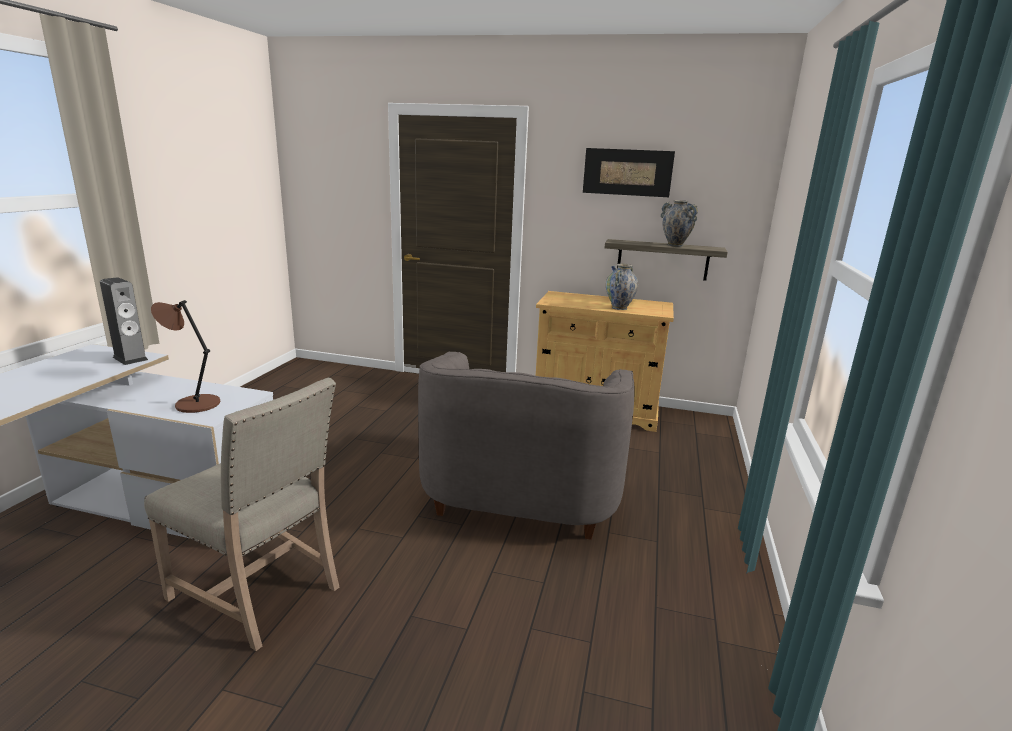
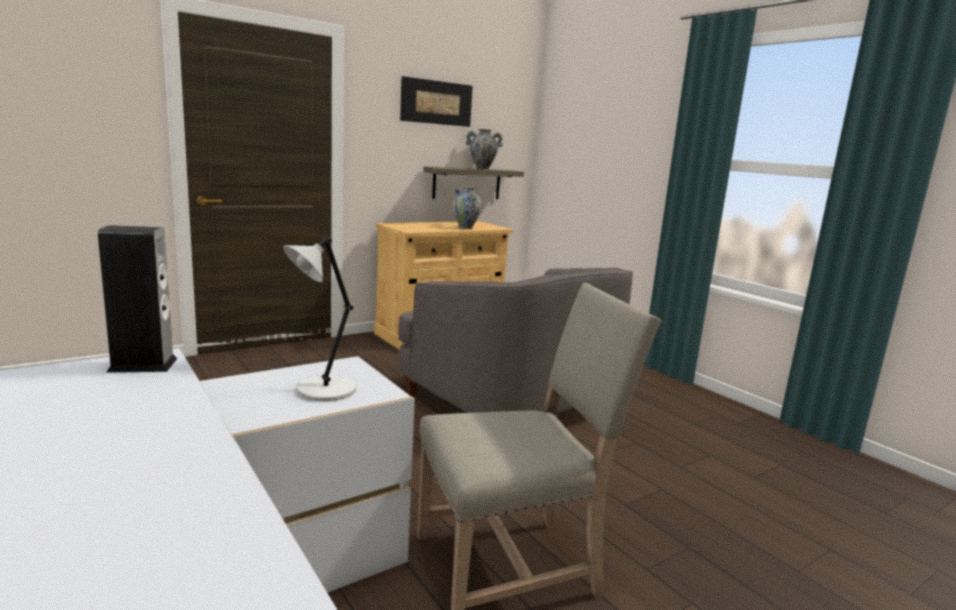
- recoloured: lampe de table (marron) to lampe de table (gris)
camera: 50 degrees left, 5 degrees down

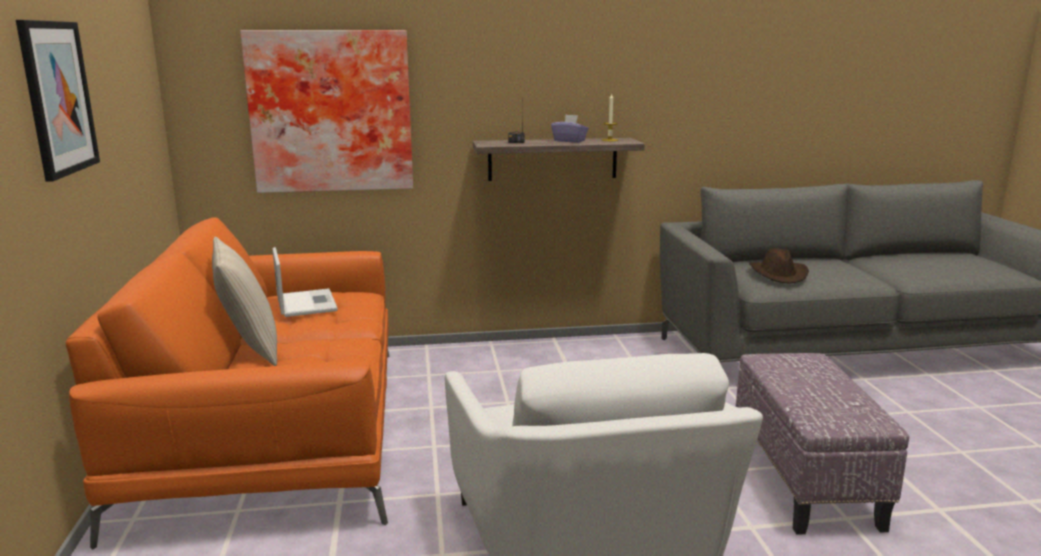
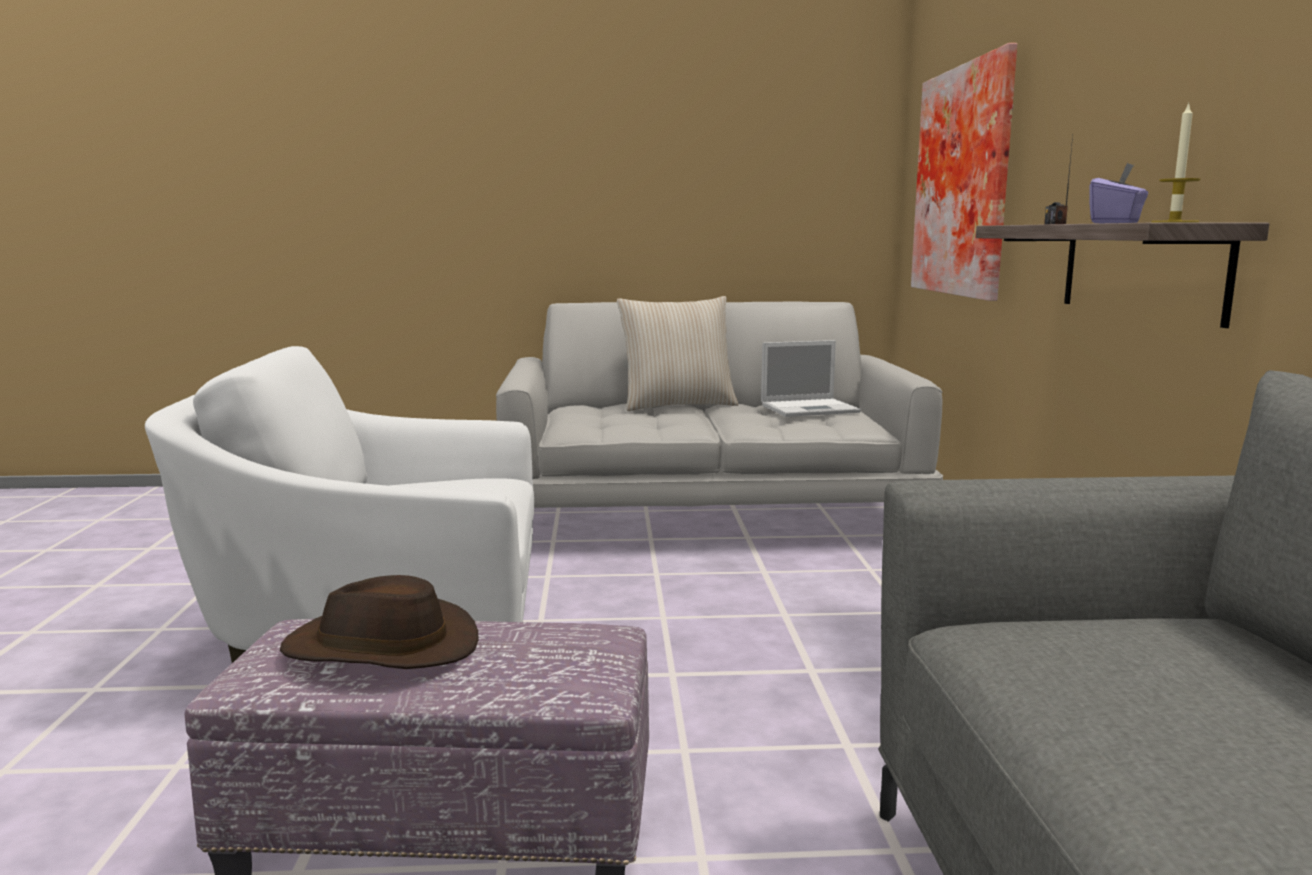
- moved: chapeau (marron)
- recoloured: canapé (orange) to canapé (gris) (1st from left)
- removed: tableau (1st from left)
camera: 95 degrees right, 5 degrees down

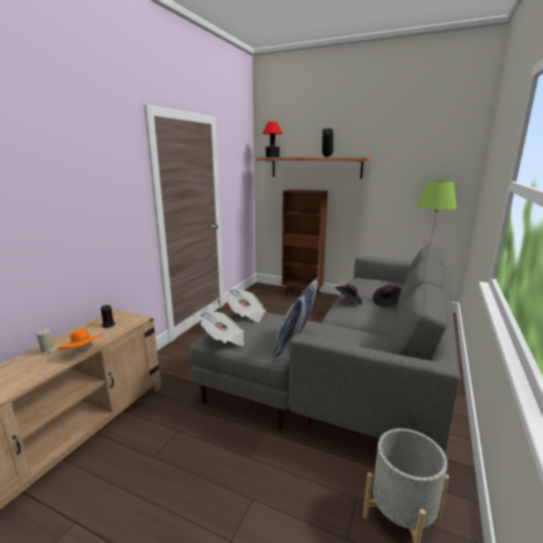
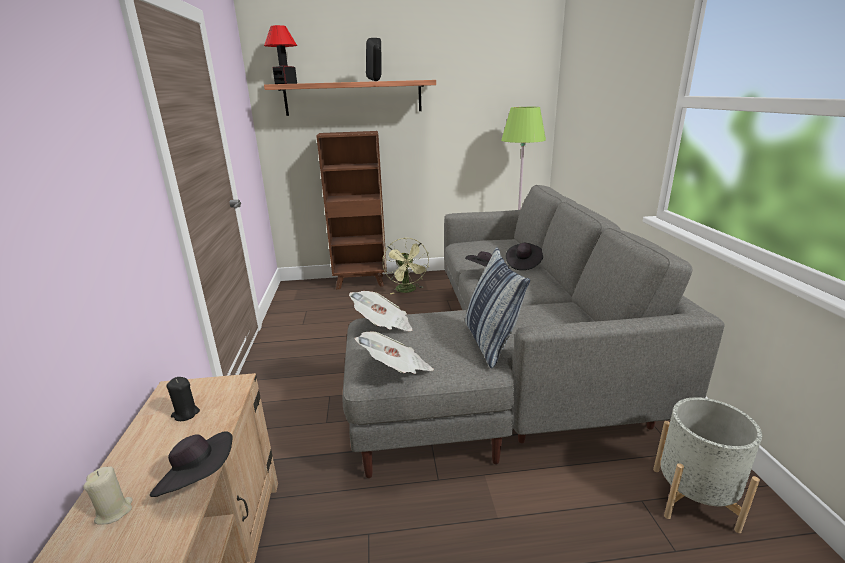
- recoloured: chapeau (orange) to chapeau (noir) (1st from left)
- added: ventilateur (vert)
camera: 30 degrees left, 5 degrees up

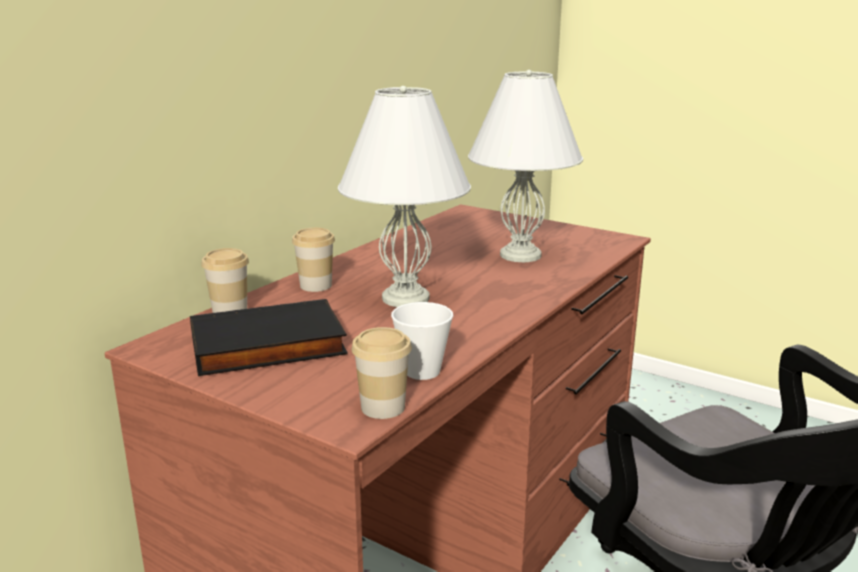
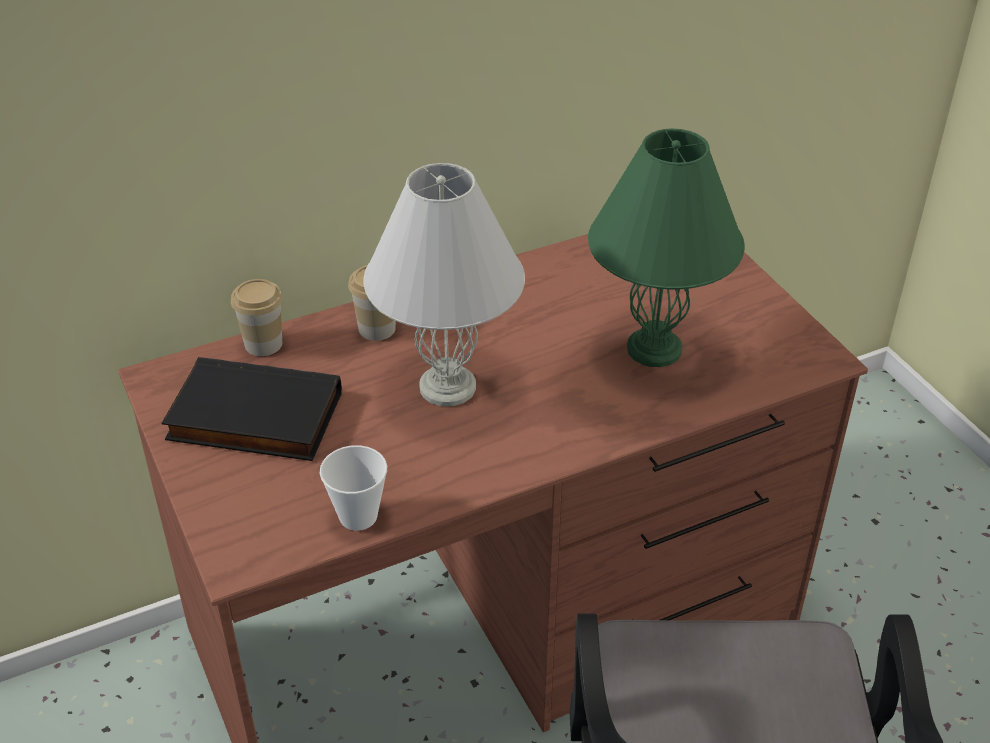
- recoloured: lampe de table (blanc) (2nd from left) to lampe de table (vert)
- removed: tasse (3rd from left)
camera: 30 degrees right, 20 degrees up

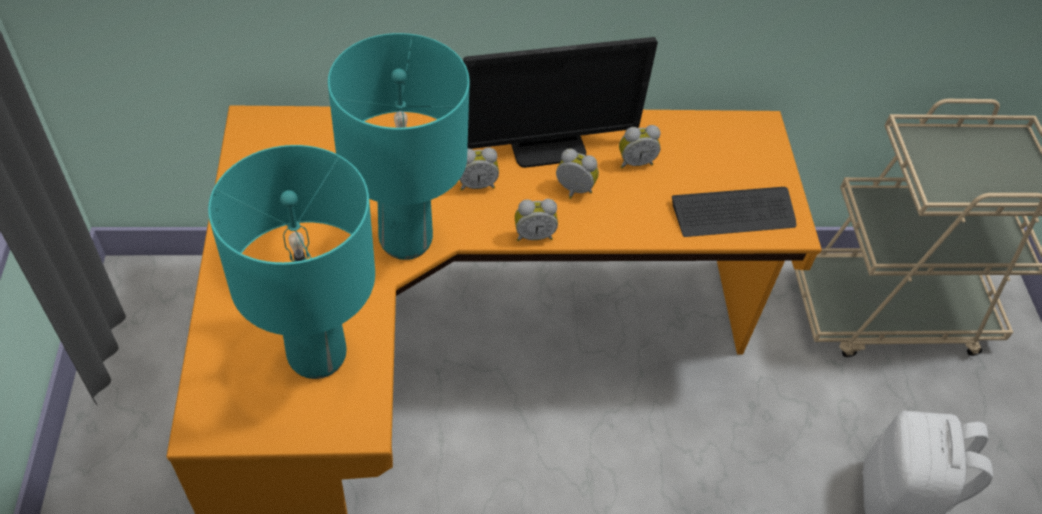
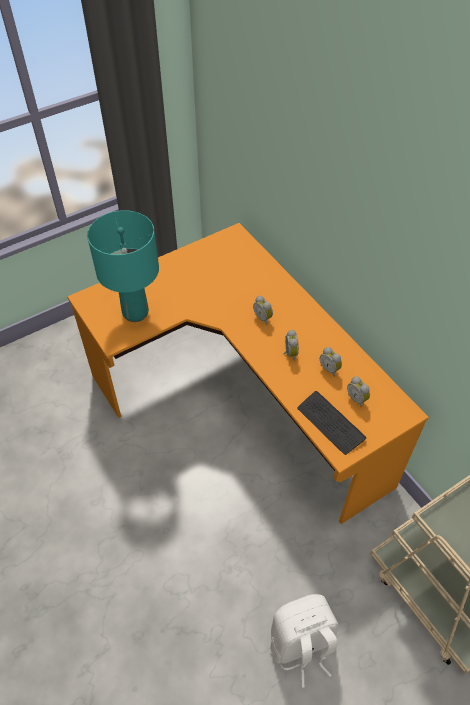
- moved: réveil (2nd from left in the first image) to réveil (4th from left)
- removed: lampe de table (turquoise) (2nd from left)
- removed: écran d'ordinateur
camera: 65 degrees right, 0 degrees up

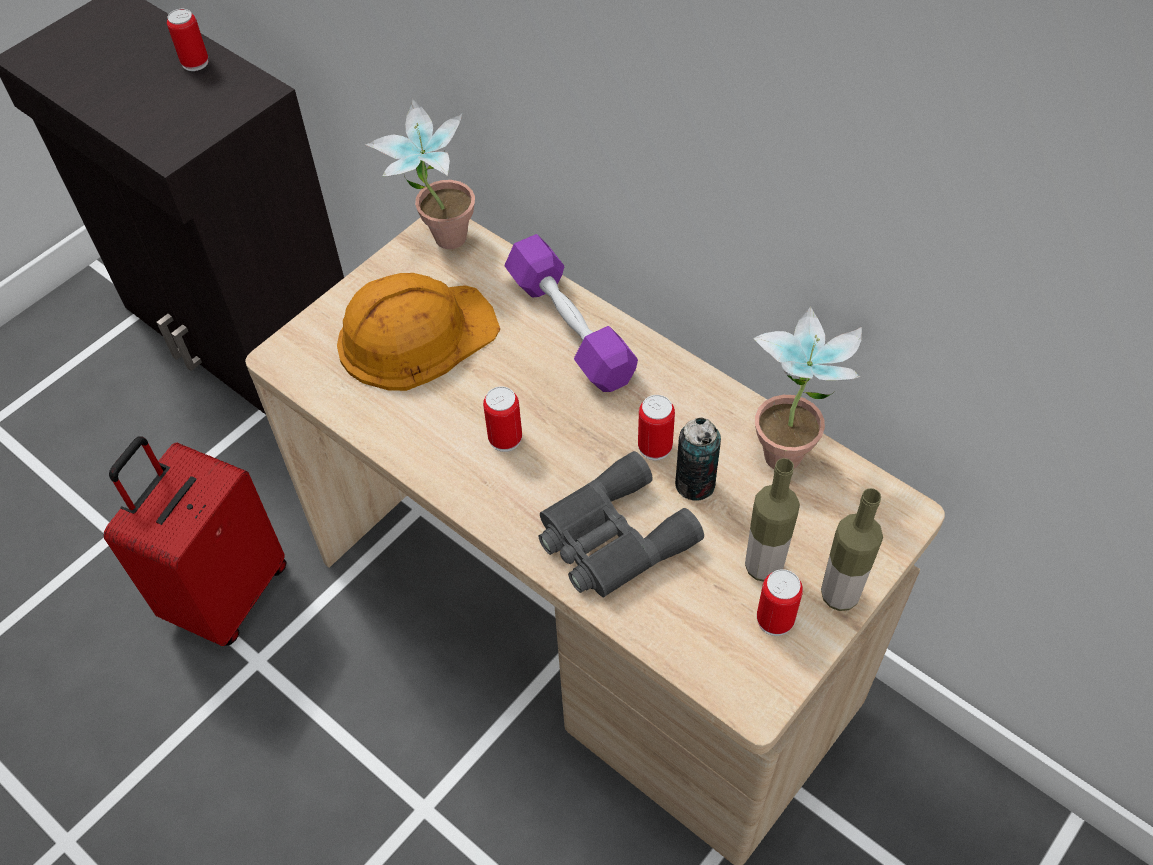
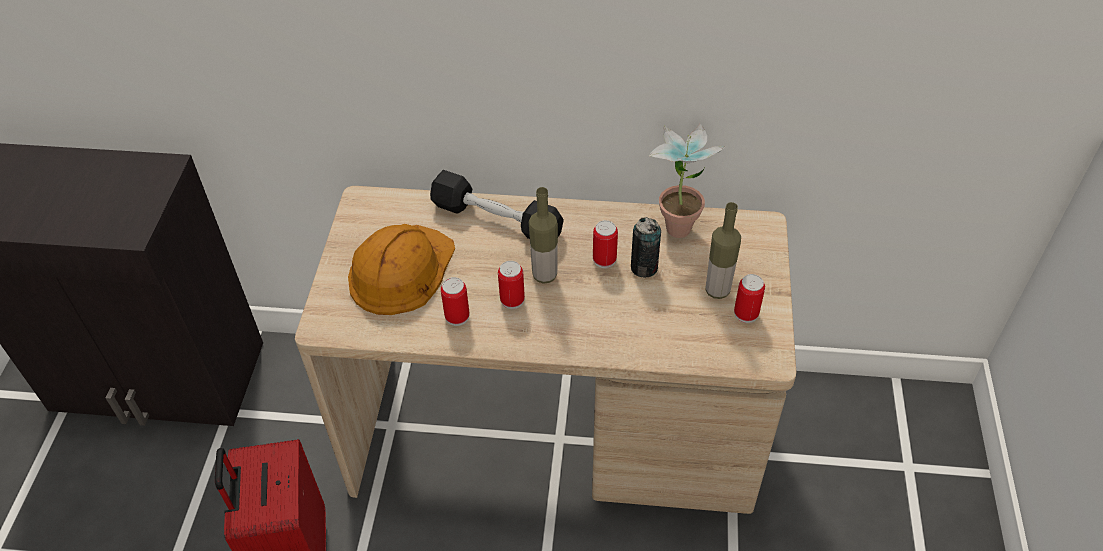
- recoloured: haltère (violet) to haltère (noir)
- moved: boîte métallique (1st from left)
- moved: bouteille (2nd from left in the first image) to bouteille (1st from left)
- removed: plante en pot (1st from left)
- removed: jumelles (gris)
camera: 35 degrees left, 5 degrees down

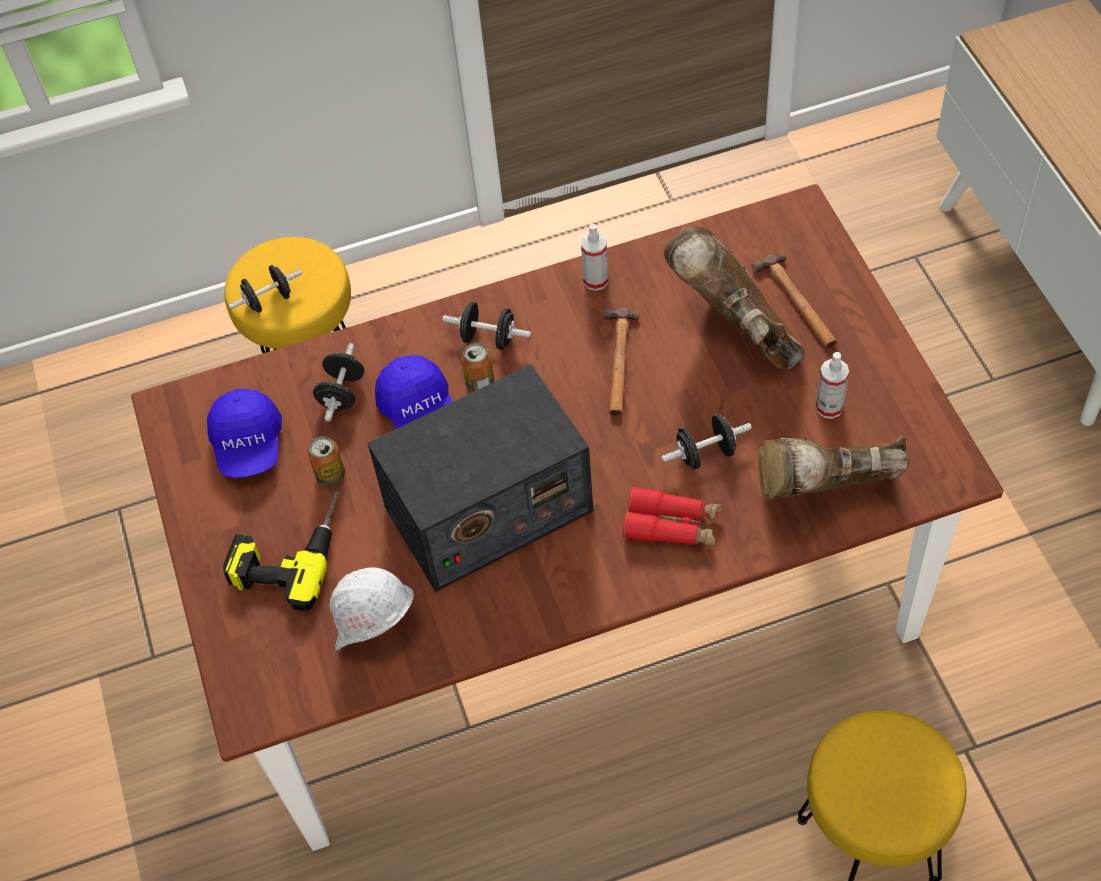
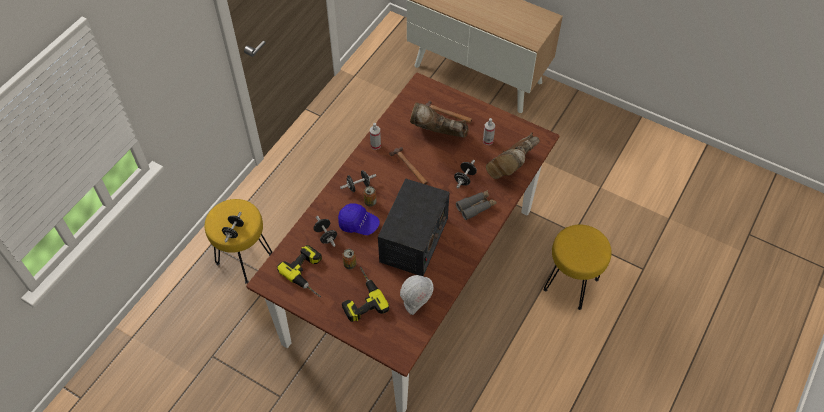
- replaced: casquette (bleu) (1st from left) to perceuse (1st from left)
- recoloured: jumelles (rouge) to jumelles (gris)
camera: 45 degrees left, 0 degrees up

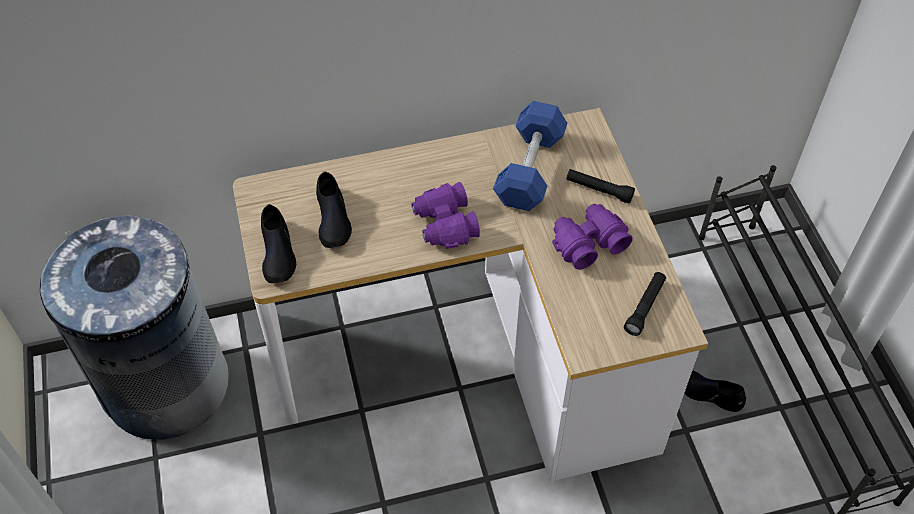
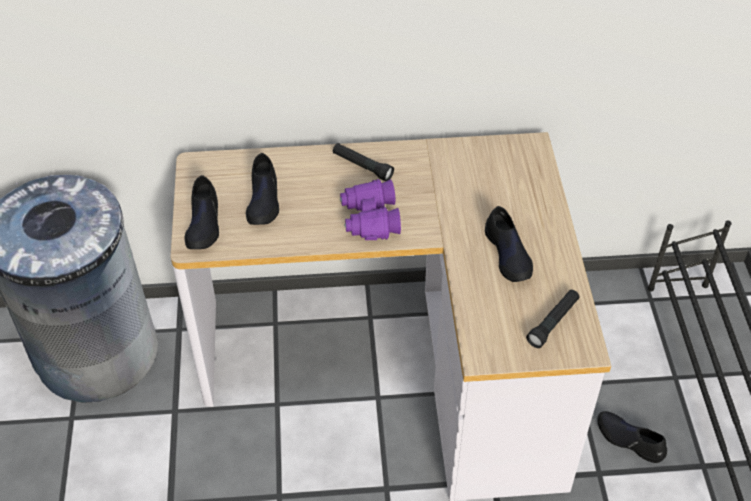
- moved: lampe de poche (noir) (1st from left)
- replaced: jumelles (violet) (2nd from left) to chaussure (noir) (3rd from left)
- removed: haltère (bleu)
camera: 10 degrees right, 5 degrees down

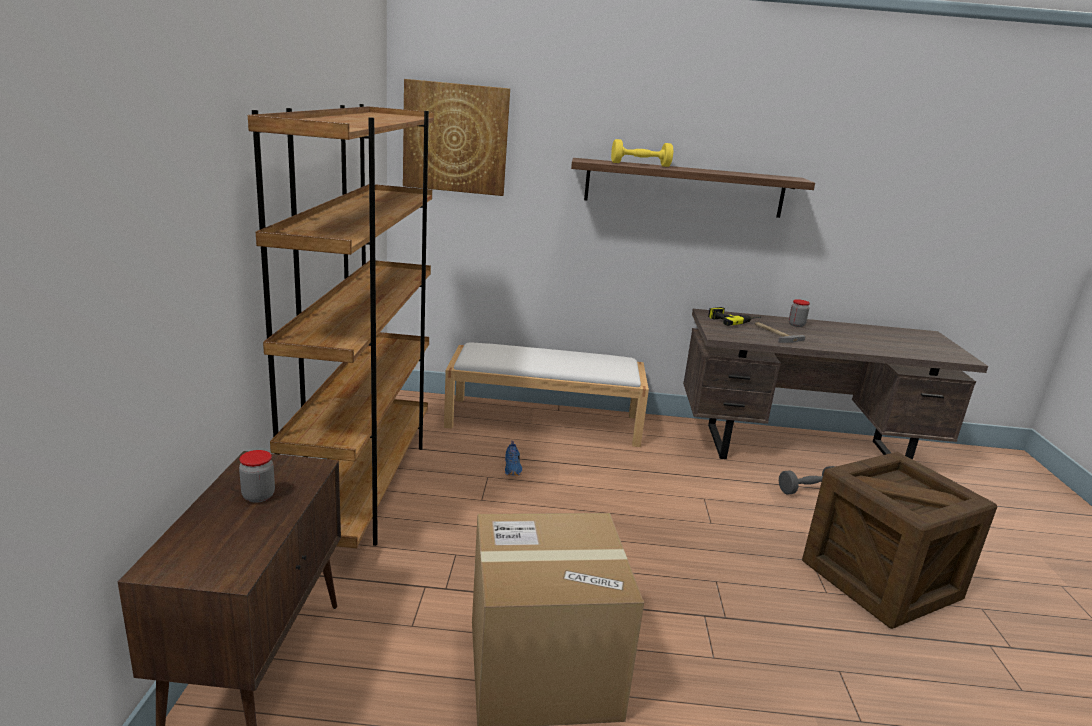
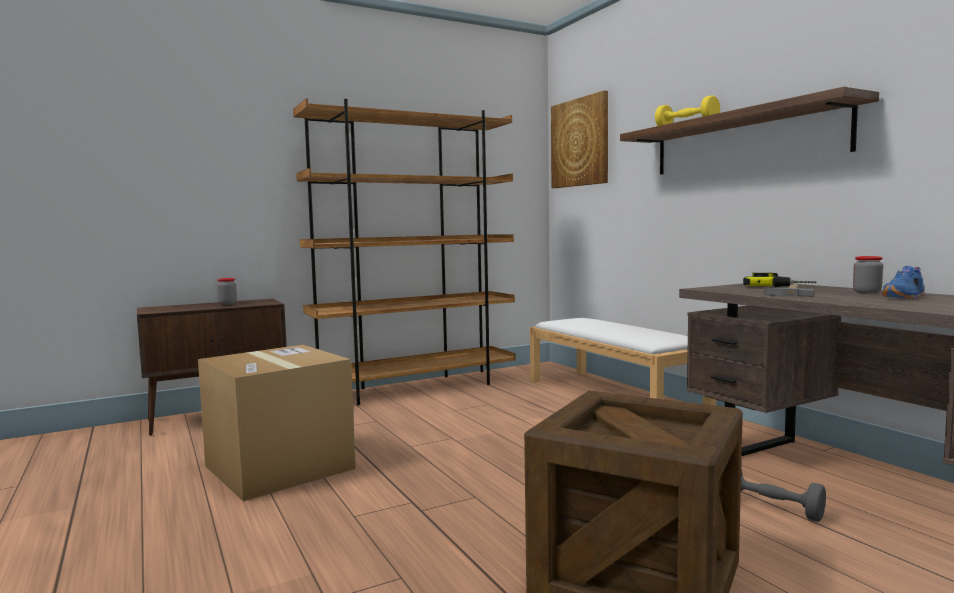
- moved: chaussure (bleu)
camera: 60 degrees right, 15 degrees down

